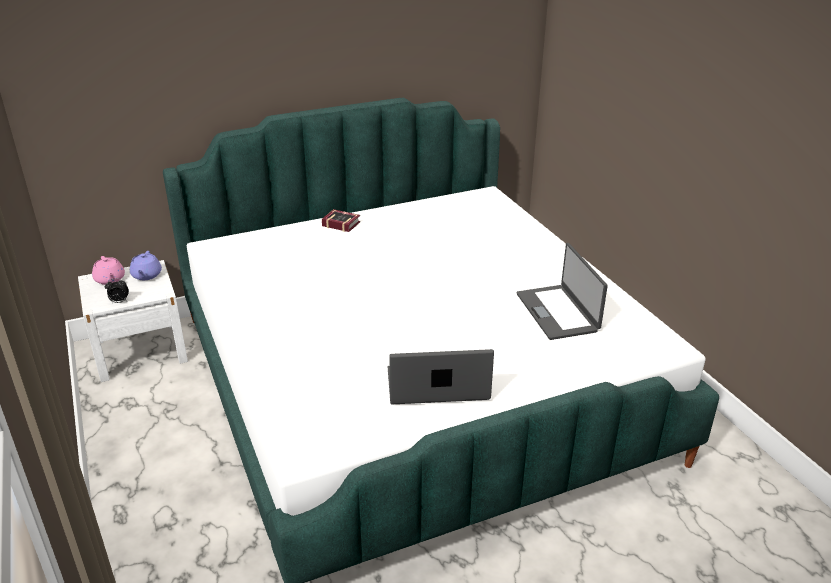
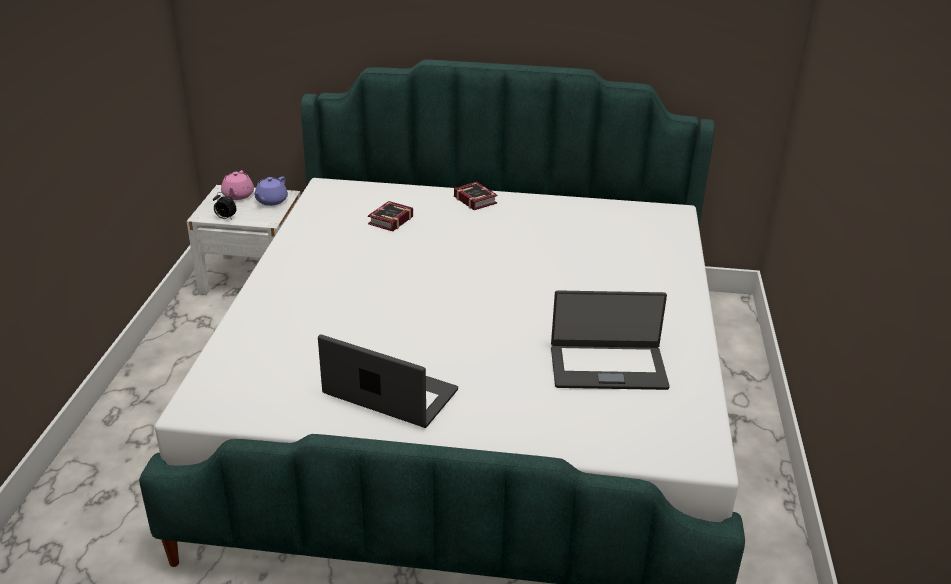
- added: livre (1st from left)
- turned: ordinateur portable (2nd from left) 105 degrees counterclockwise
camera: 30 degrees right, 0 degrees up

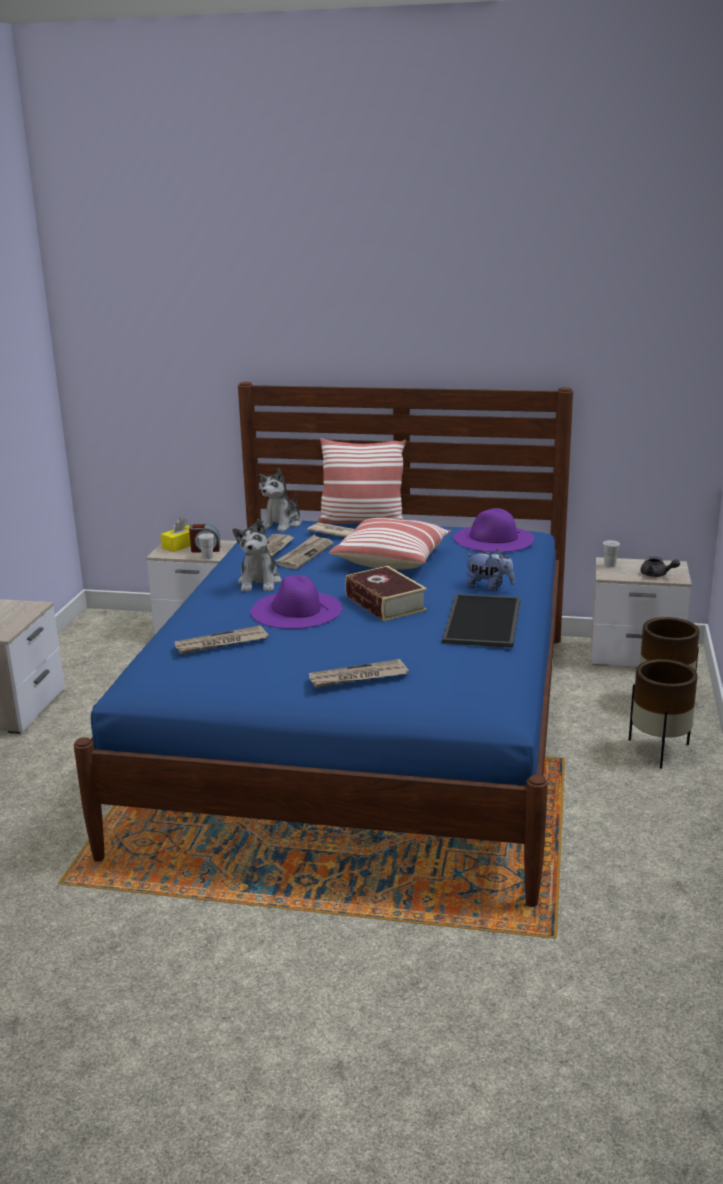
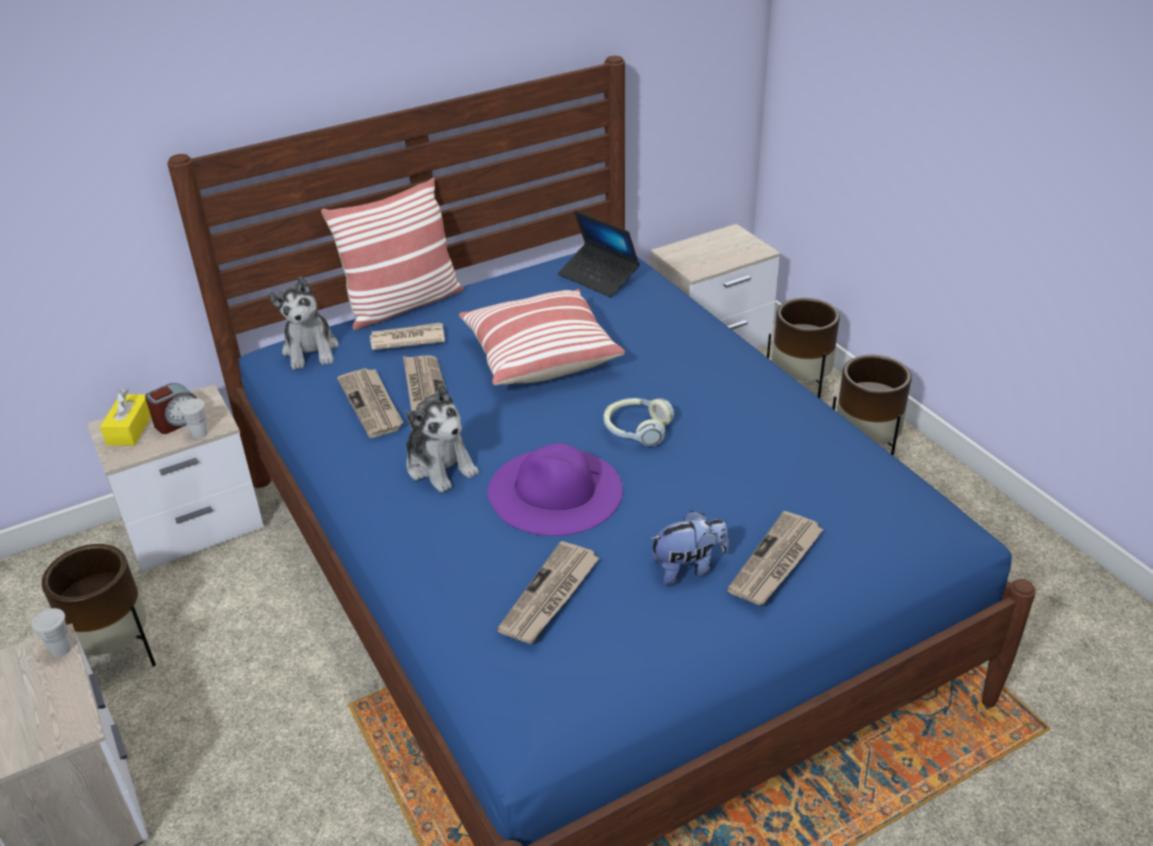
- moved: tasse (blanc) (2nd from left in the first image) to tasse (blanc) (1st from left)
- added: cache-pot (marron) (1st from left)
- replaced: chapeau (violet) (2nd from left) to ordinateur portable
- replaced: livre to casque audio
- moved: peluche (3rd from left)
- removed: plateau
- removed: théière (gris)
camera: 40 degrees left, 15 degrees up

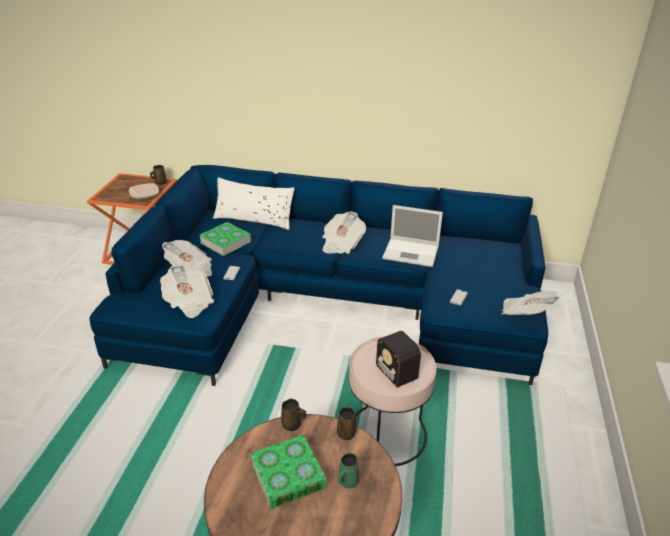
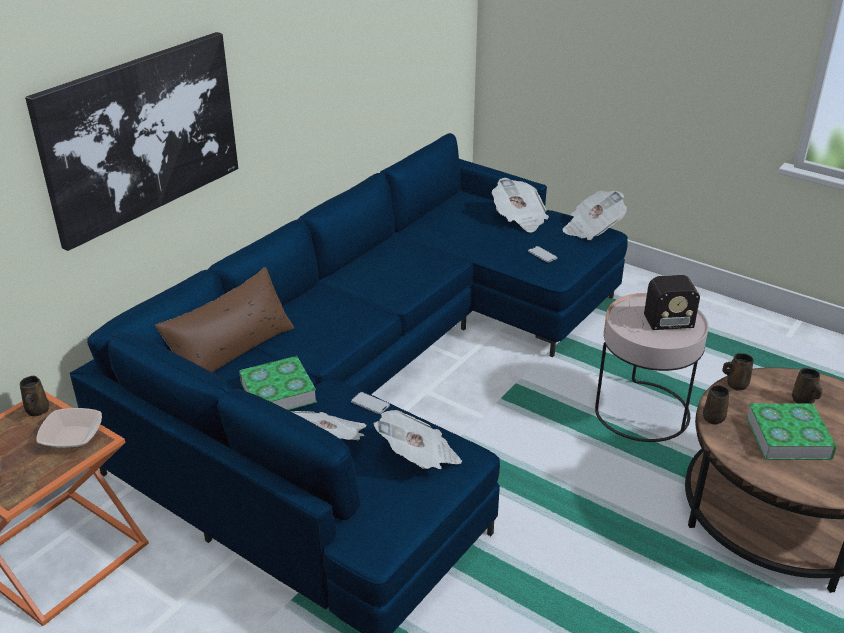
- added: tableau
- recoloured: coussin (blanc) to coussin (marron)
- moved: journal (3rd from left)
- recoloured: mug (vert) to mug (marron) (4th from left)
- removed: ordinateur portable
camera: 65 degrees left, 0 degrees up

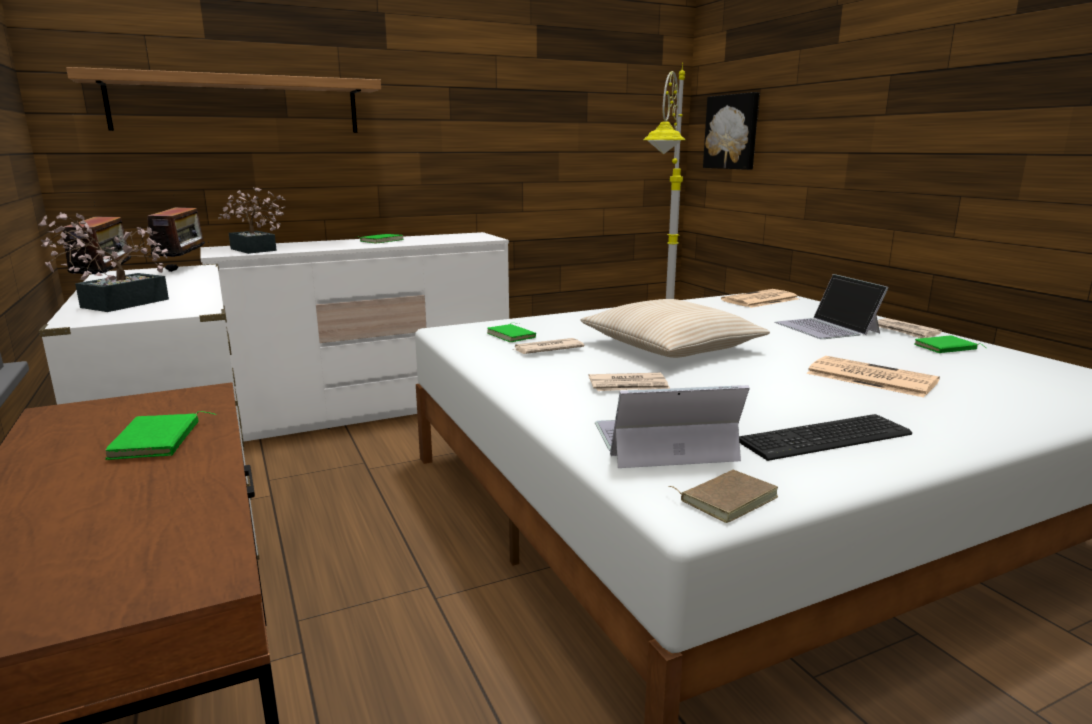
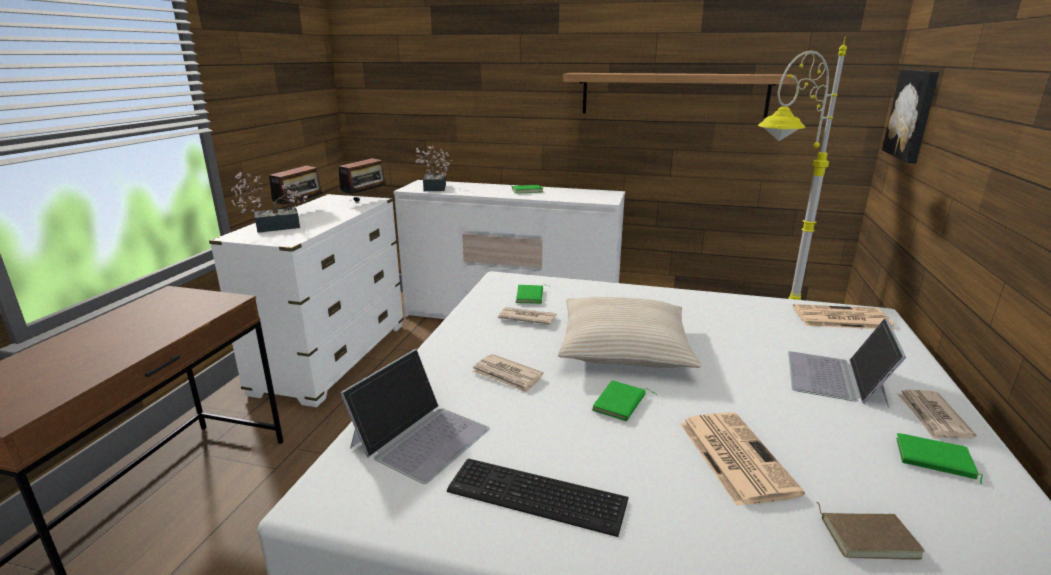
- turned: ordinateur portable (1st from left) 90 degrees clockwise
- moved: étagère
- moved: livre (vert) (1st from left in the first image) to livre (vert) (3rd from left)
- moved: livre (marron)
camera: 40 degrees right, 5 degrees up

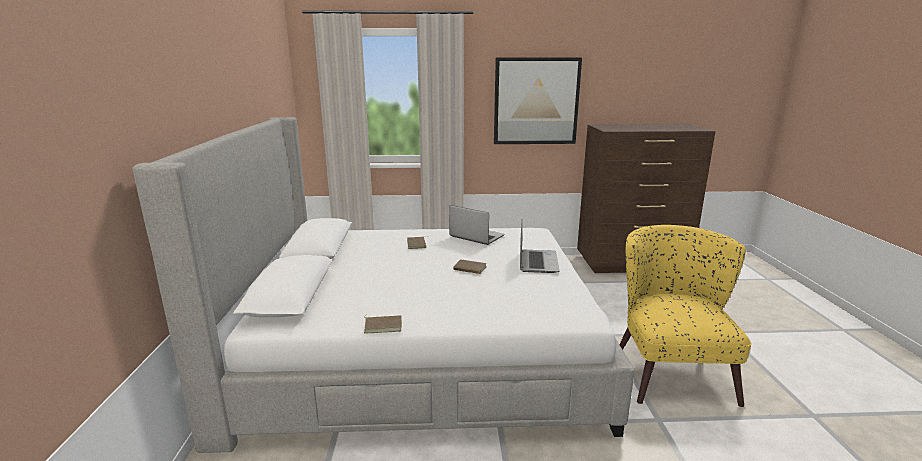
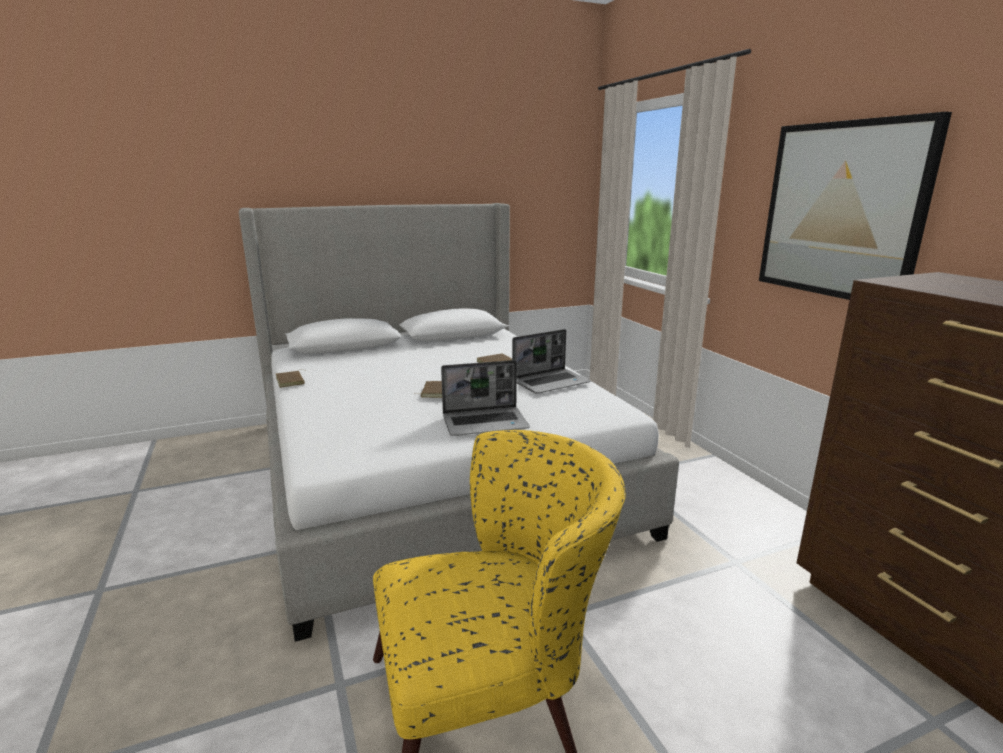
- turned: ordinateur portable (1st from left in the first image) 45 degrees clockwise
camera: 70 degrees right, 0 degrees up

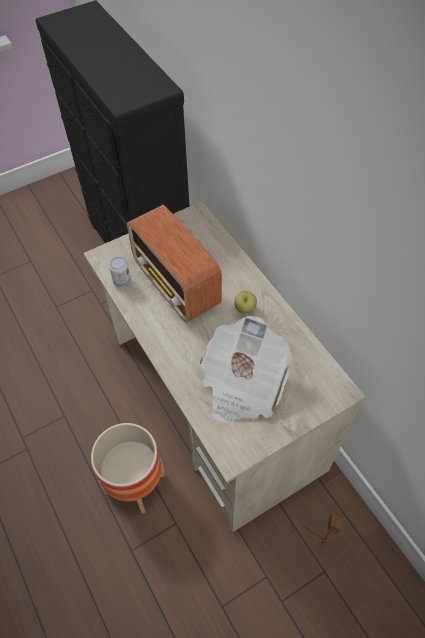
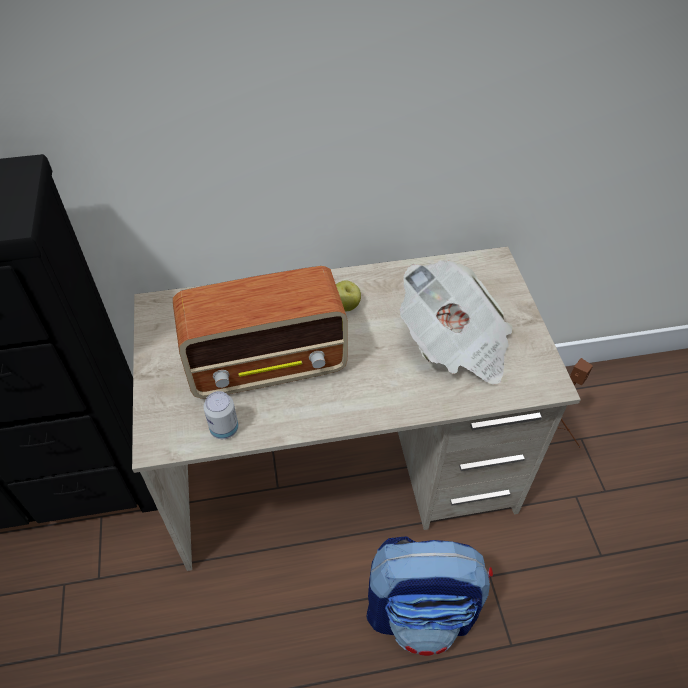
- replaced: cache-pot to sac à dos
camera: 70 degrees left, 5 degrees down

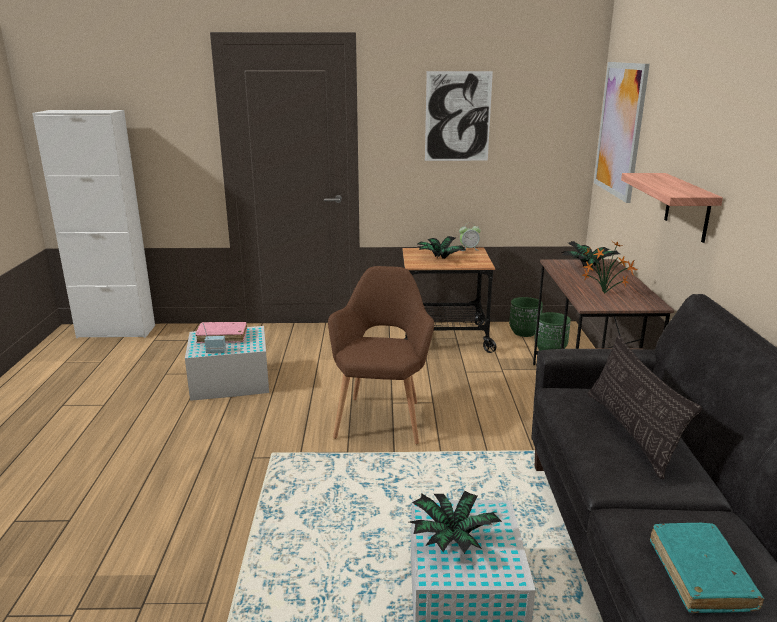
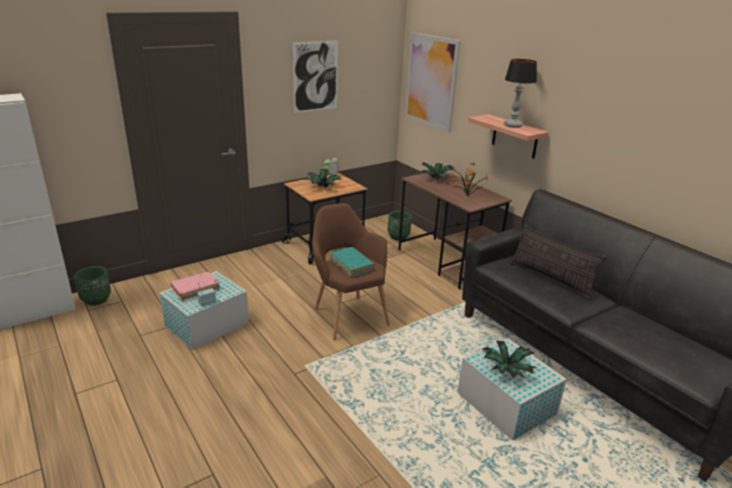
- moved: cache-pot (vert) (1st from left)
- moved: livre (turquoise)
- added: lampe de table
camera: 35 degrees left, 5 degrees up

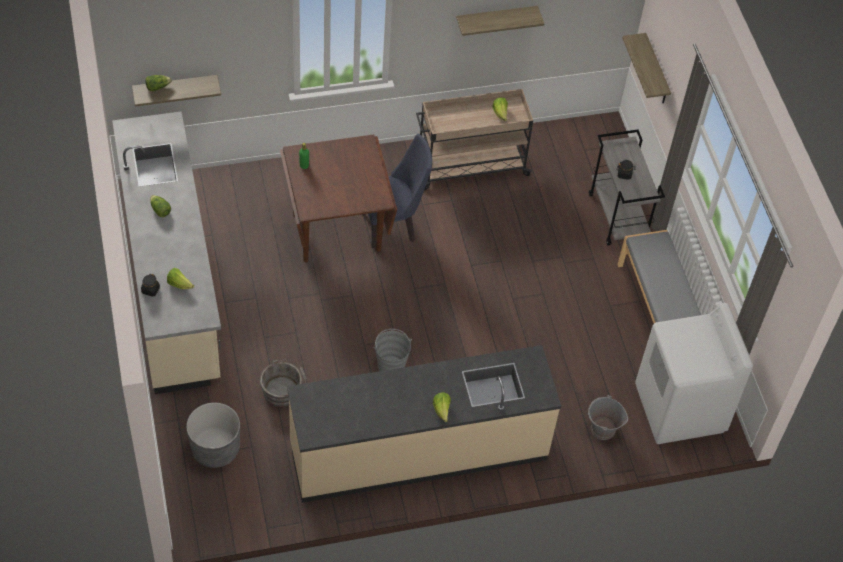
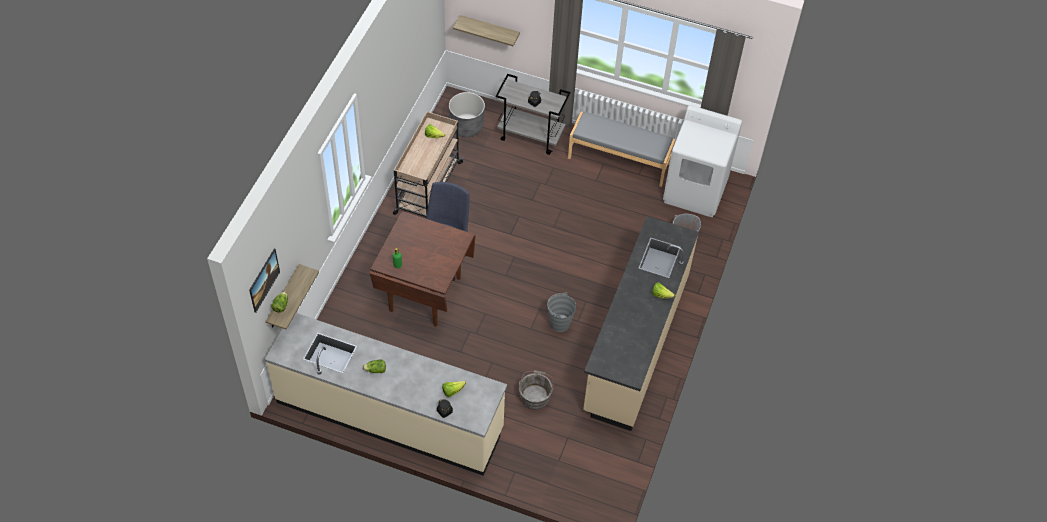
- added: tableau
- moved: cache-pot (gris)
- removed: étagère (2nd from left)
camera: 55 degrees left, 0 degrees up

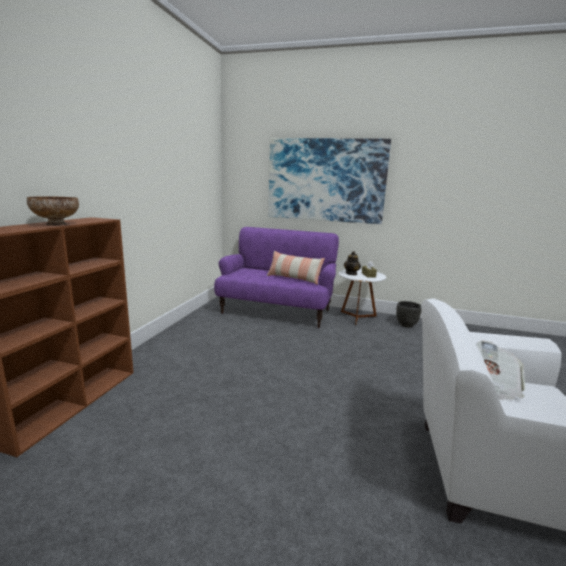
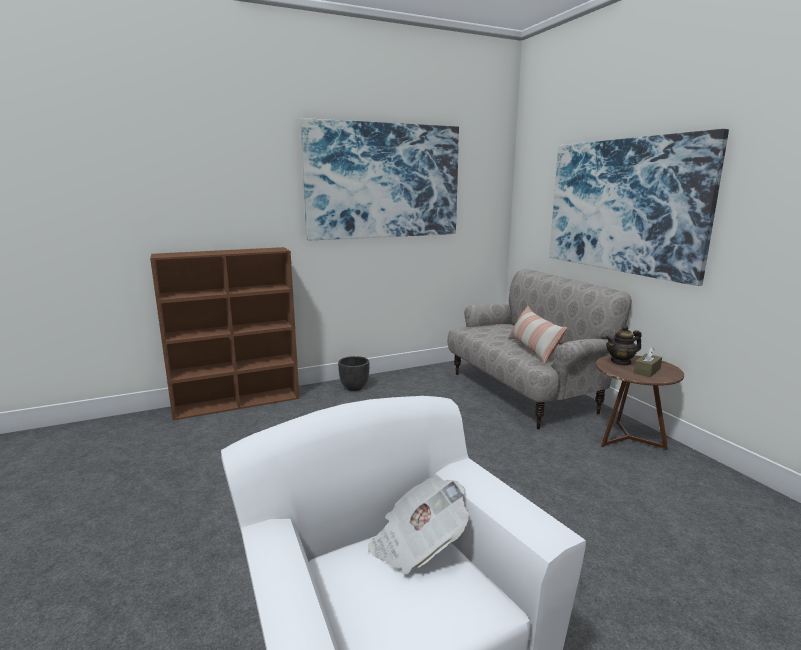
- added: tableau (1st from left)
- moved: cache-pot (noir)
- recoloured: canapé (violet) to canapé (beige)
- recoloured: table d'appoint (blanc) to table d'appoint (marron)
- removed: bol
camera: 50 degrees right, 0 degrees up

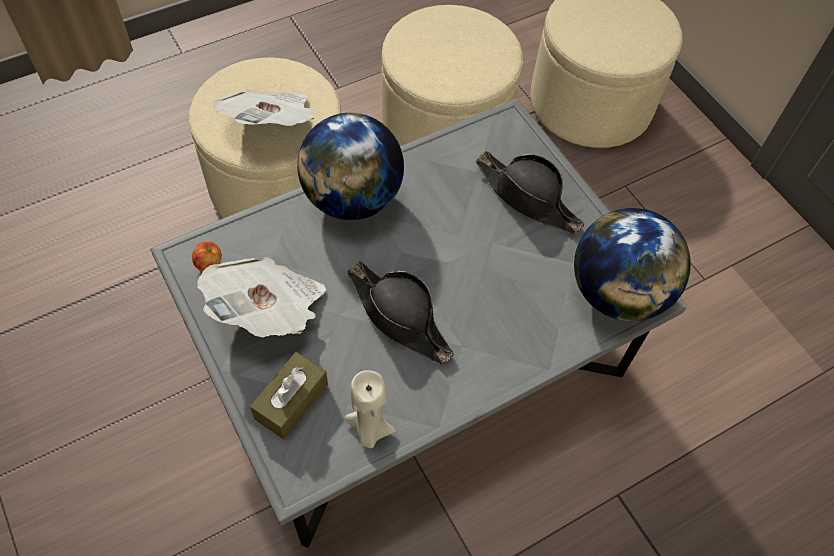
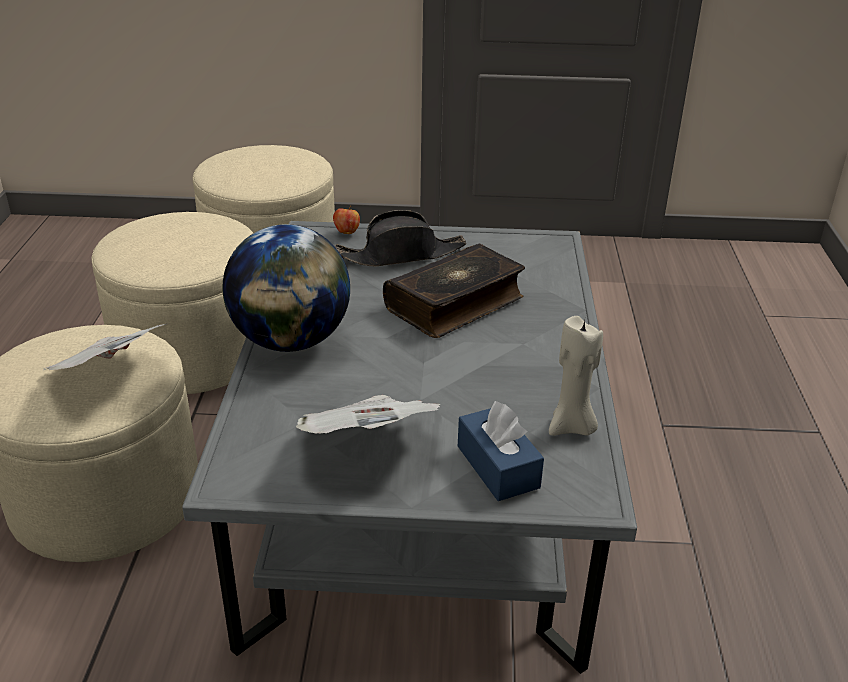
- moved: pomme
- added: livre
- recoloured: boîte à mouchoirs (marron) to boîte à mouchoirs (bleu)
- removed: chapeau (noir) (1st from left)
- removed: globe (2nd from left)
camera: 55 degrees left, 25 degrees down

